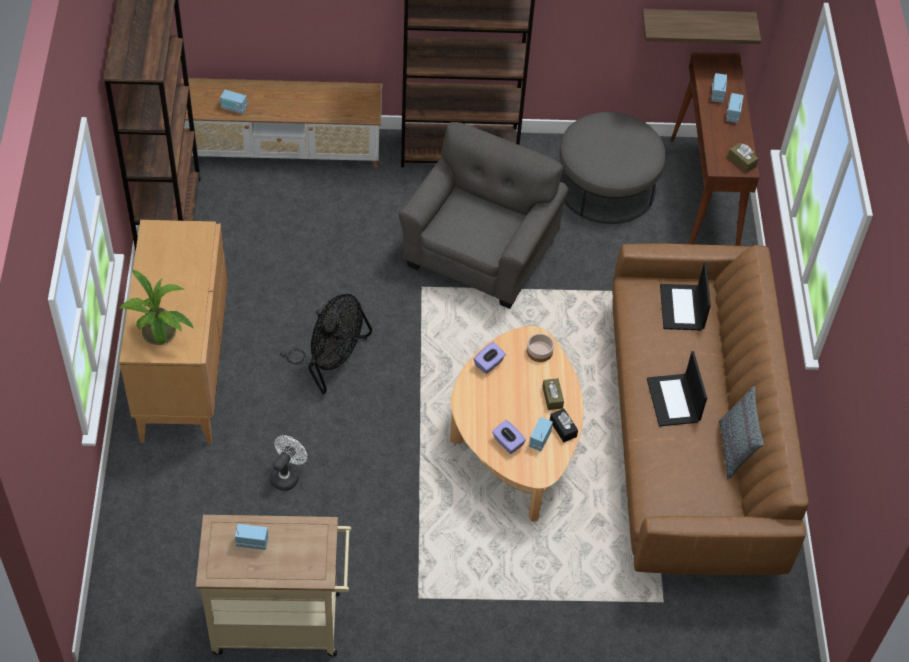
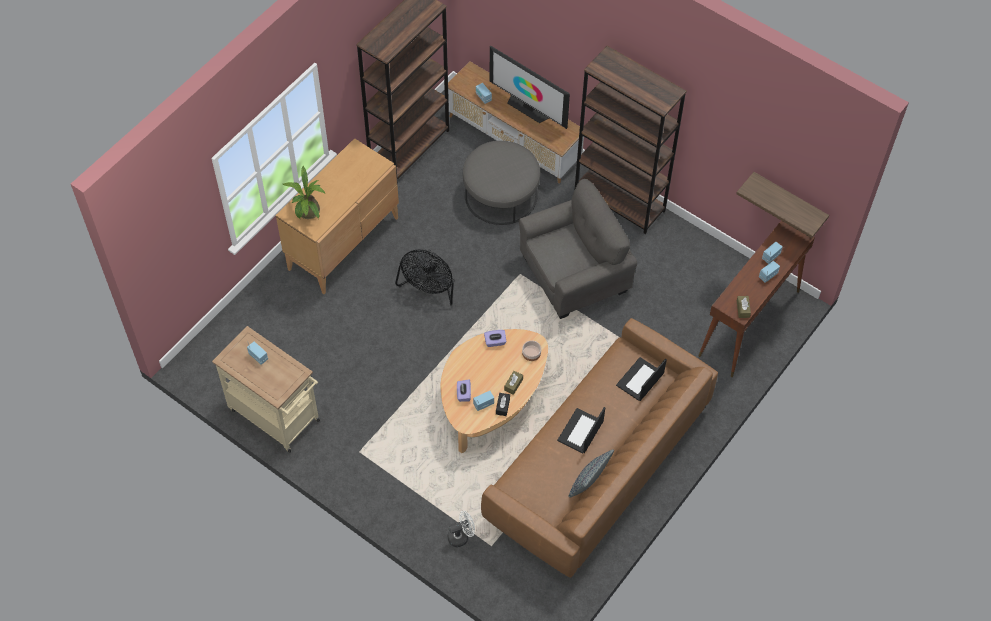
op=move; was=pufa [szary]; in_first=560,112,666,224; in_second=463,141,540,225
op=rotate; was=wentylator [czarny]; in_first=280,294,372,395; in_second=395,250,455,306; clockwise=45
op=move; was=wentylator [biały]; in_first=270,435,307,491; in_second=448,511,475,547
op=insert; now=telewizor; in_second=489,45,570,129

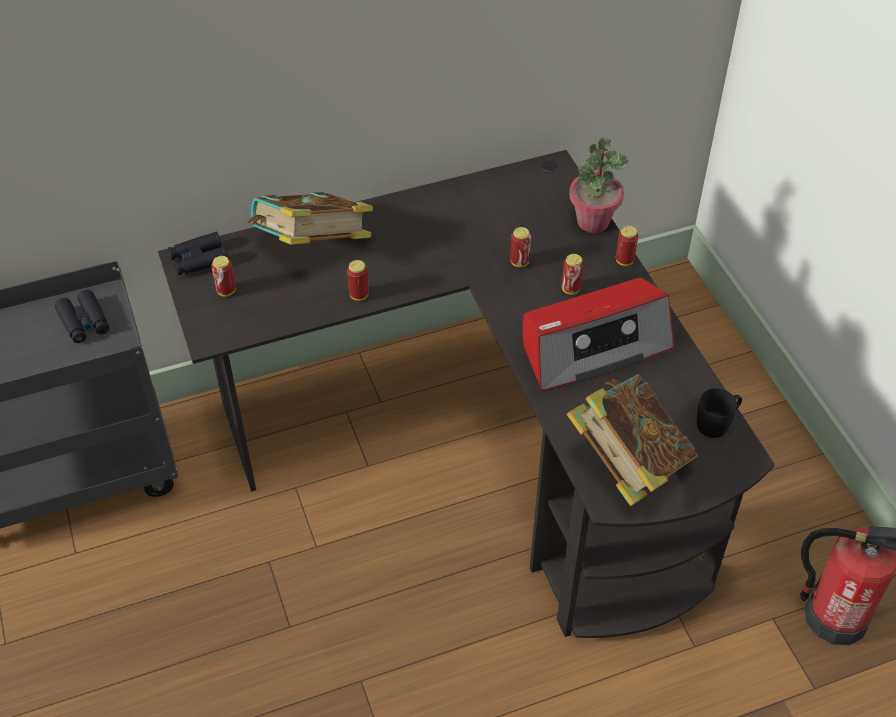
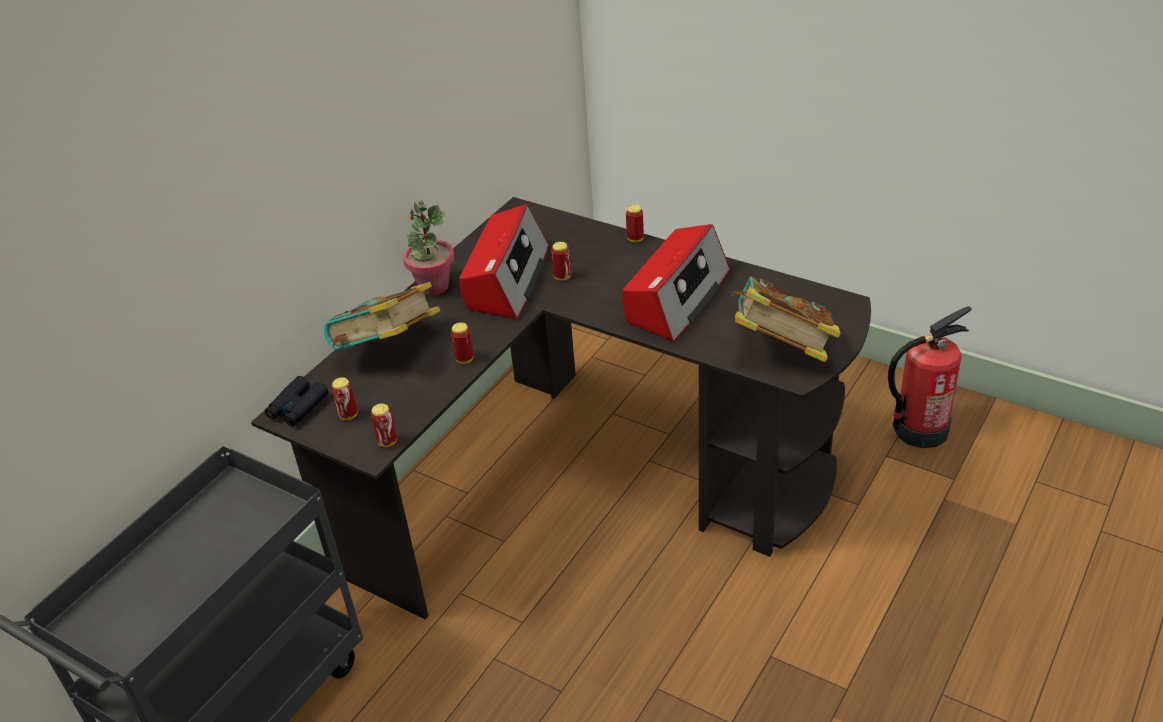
op=move; was=roślina doniczkowa; in_first=569,138,629,233; in_second=403,200,454,295
op=move; was=puszka; in_first=562,254,584,294; in_second=371,404,397,447
op=delete; was=lornetka [czarny]; in_first=55,290,109,343
op=delete; was=kubek [czarny]; in_first=697,388,742,438
op=insert; now=radio; in_second=459,204,549,319

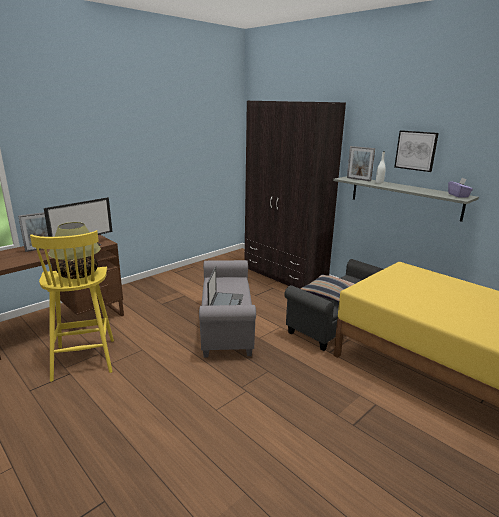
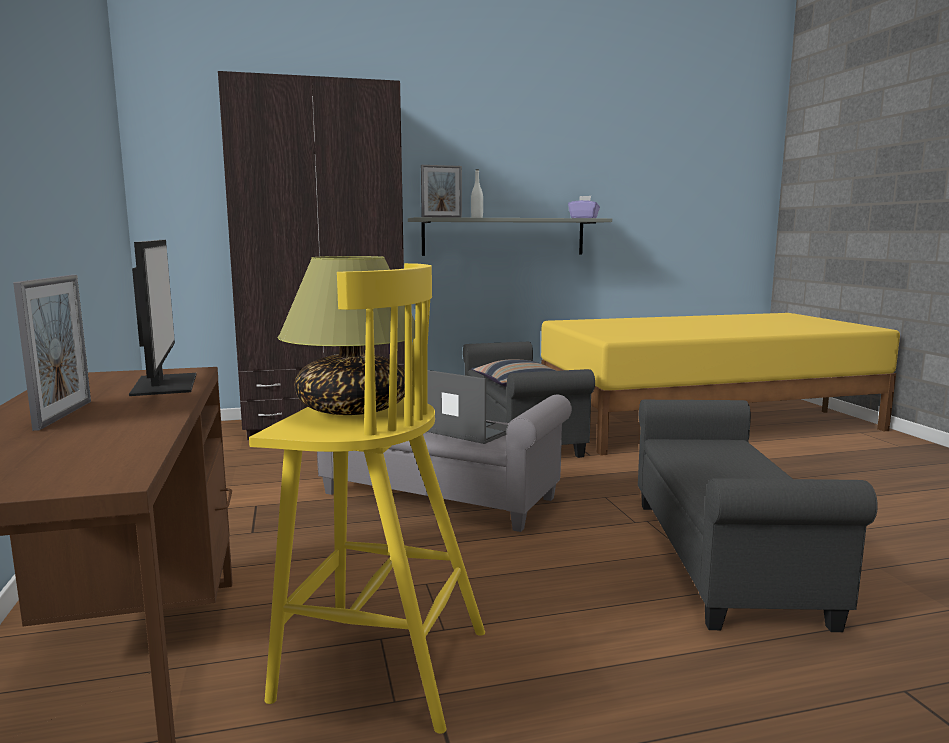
op=delete; was=obraz; in_first=394,130,439,172
op=insert; now=pufa [szary]; in_second=638,400,878,632

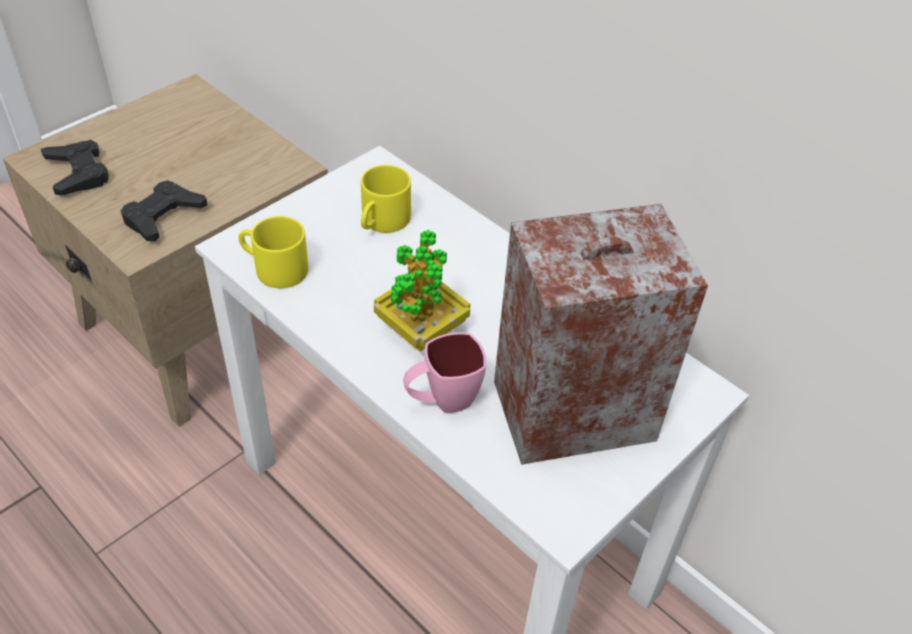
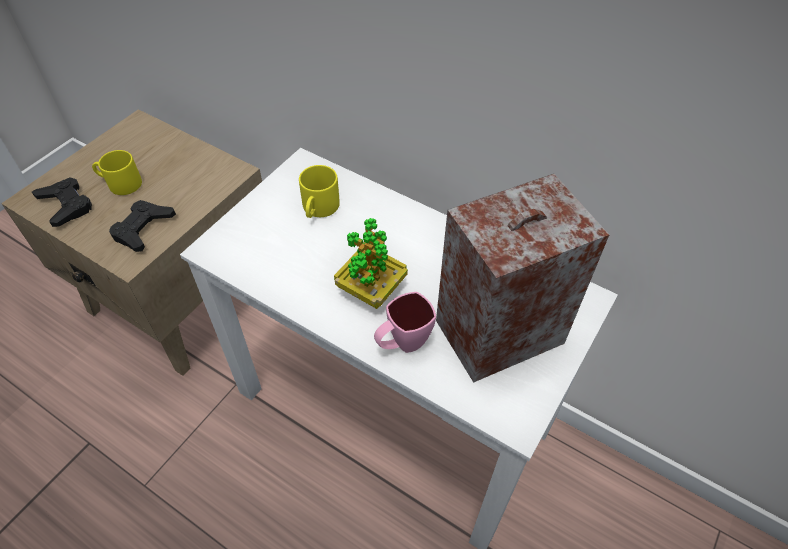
op=move; was=kubek [żółty]; in_first=238,216,309,288; in_second=92,150,142,195

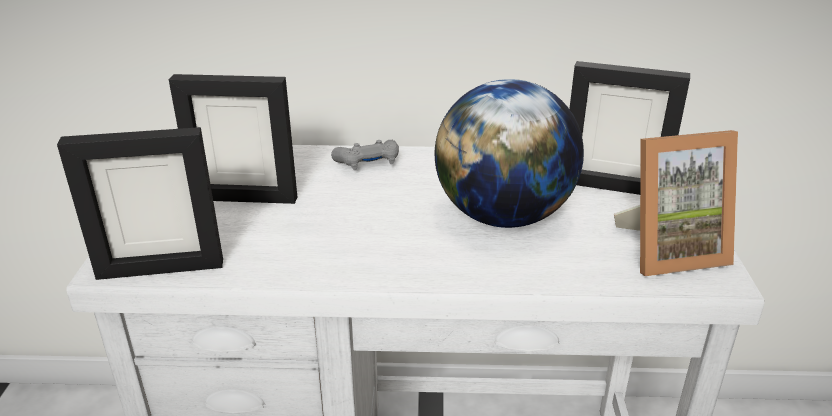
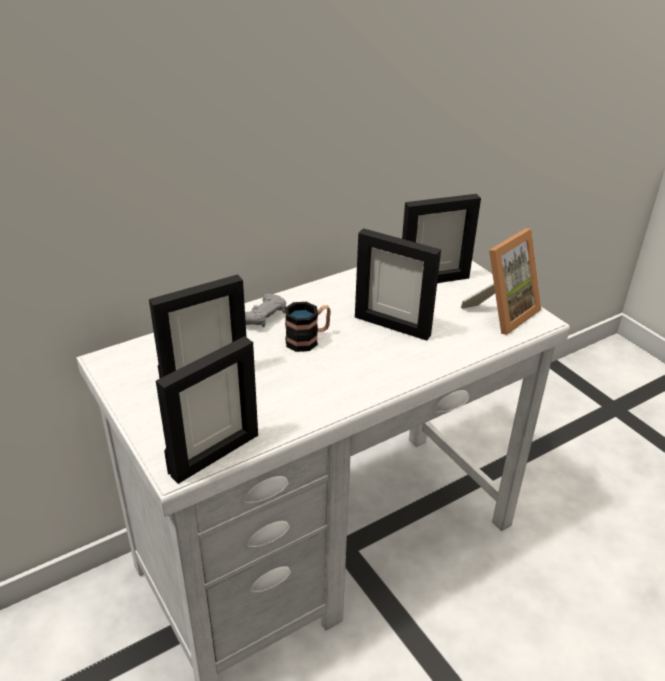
op=replace; was=globus; now=ramka na zdjęcie; in_first=434,79,584,228; in_second=355,228,441,341
op=insert; now=kubek; in_second=285,302,331,352

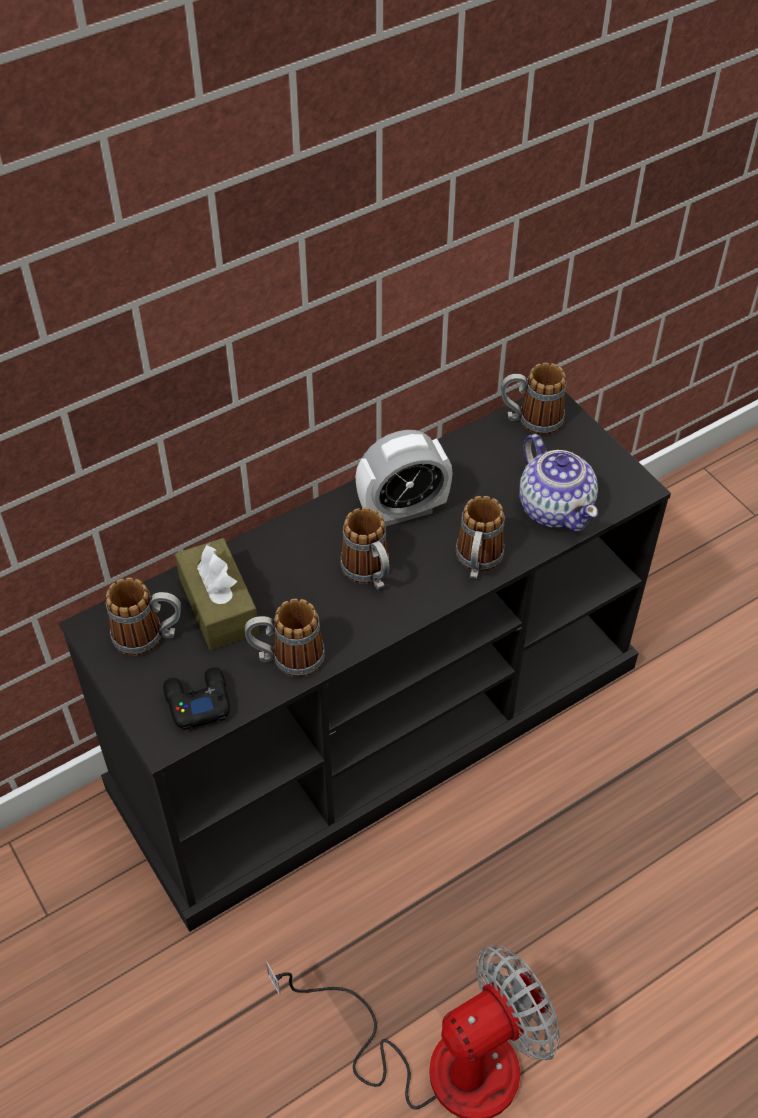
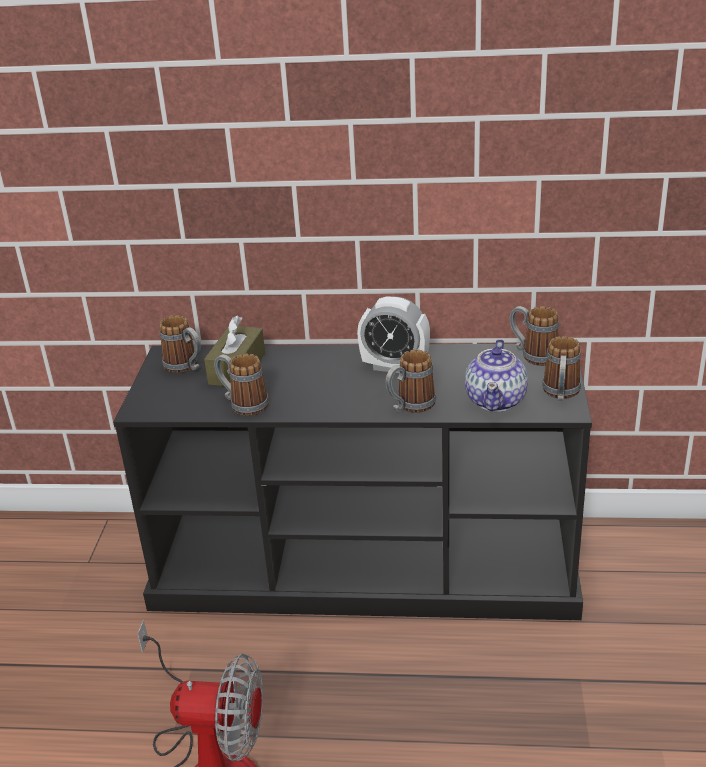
op=move; was=kubek; in_first=340,507,390,589; in_second=542,336,581,401
op=delete; was=pad do gier [czarny]; in_first=163,667,230,730

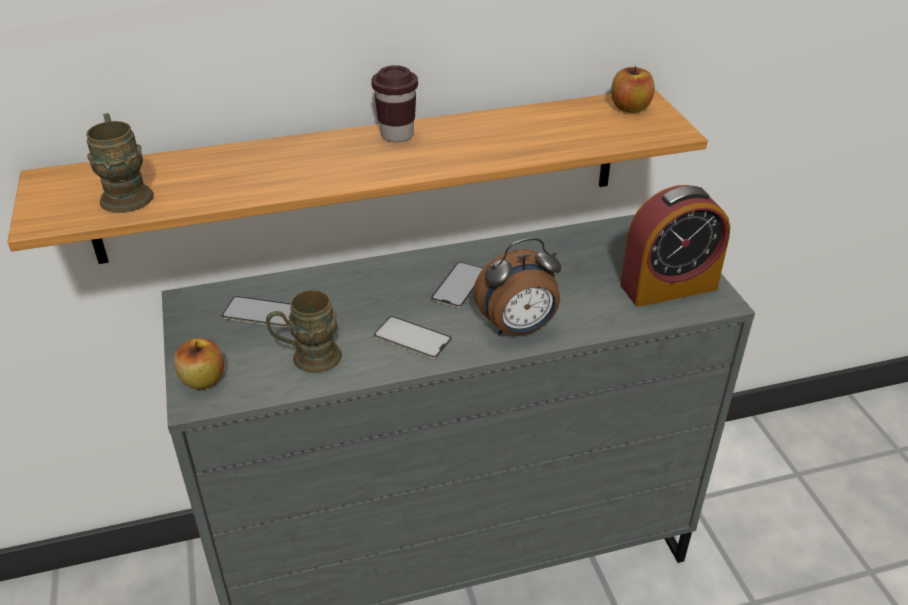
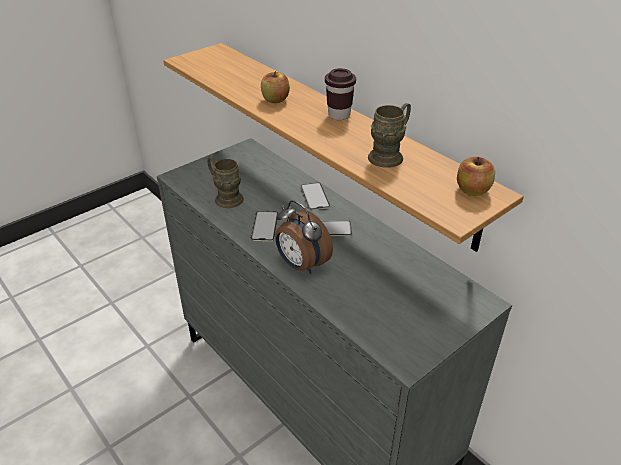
op=move; was=kubek [brązowy]; in_first=86,113,154,213; in_second=368,103,411,168
op=delete; was=budzik; in_first=620,185,730,307
op=move; was=telefon; in_first=222,296,291,328; in_second=300,183,330,210
op=move; was=jabłko; in_first=174,338,224,389; in_second=261,71,290,103

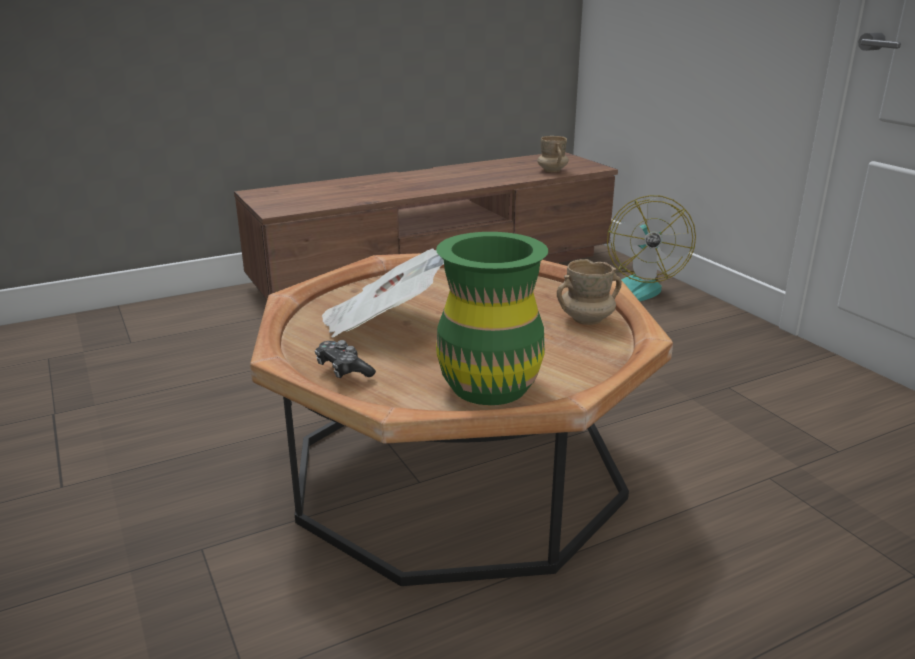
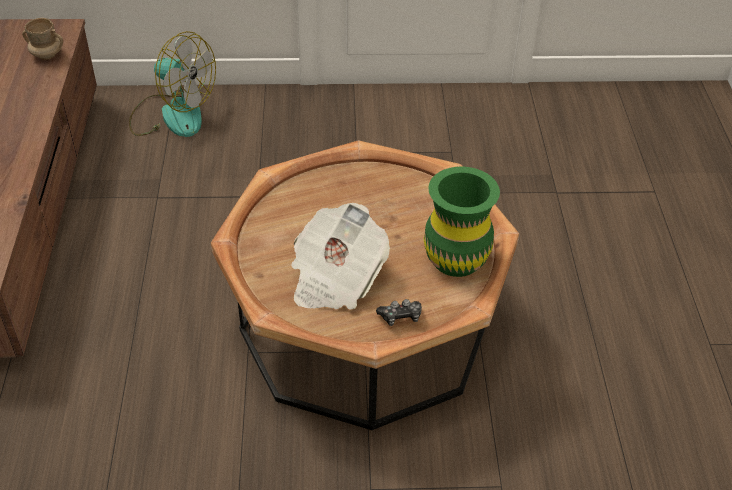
op=delete; was=kubek [beżowy]; in_first=557,259,622,325

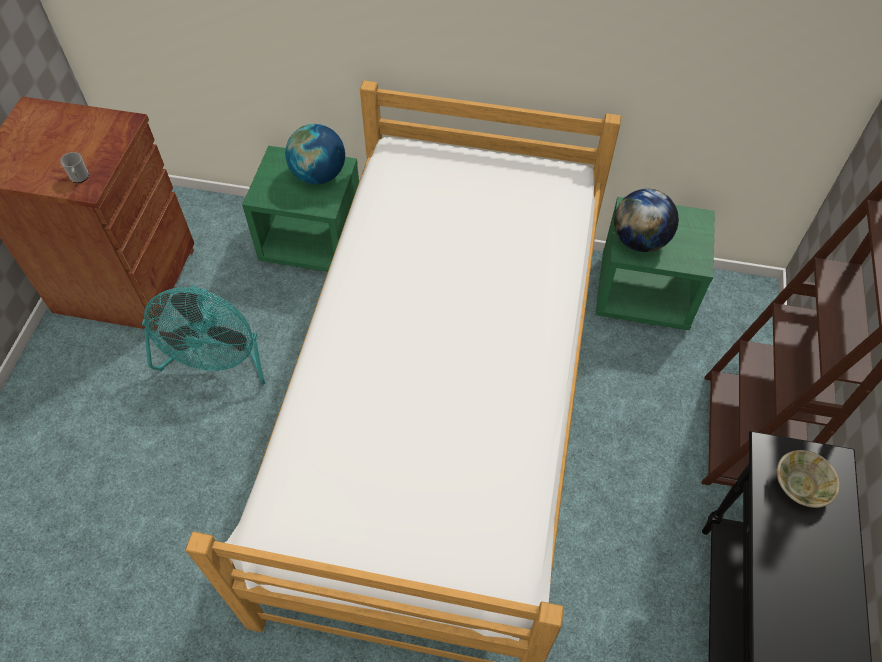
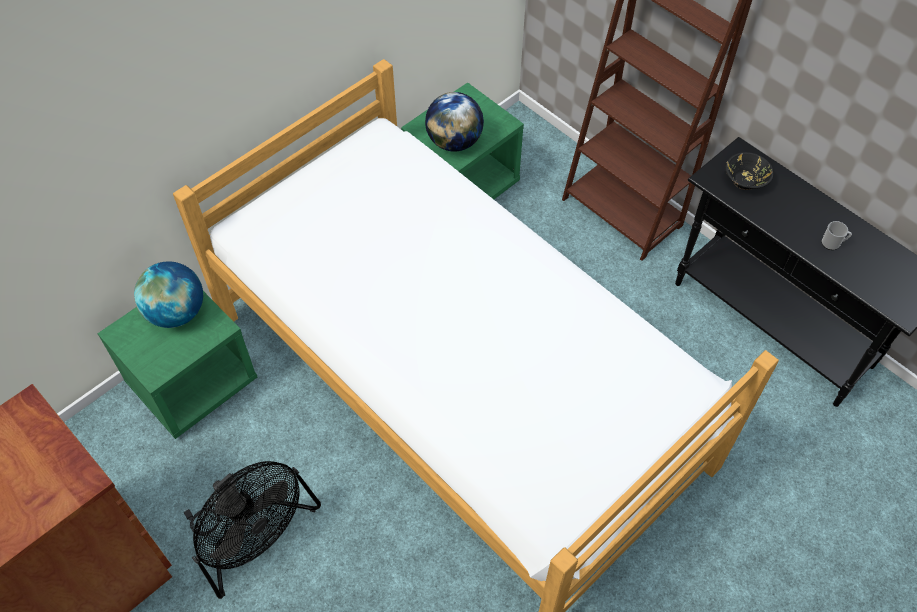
op=move; was=kubek; in_first=60,152,89,183; in_second=822,221,852,250
op=recolor; was=wentylator [turkusowy]; now=wentylator [czarny]; in_first=142,286,266,385; in_second=184,461,321,599
op=recolor; was=miska [beżowy]; now=miska [czarny]; in_first=777,450,840,508; in_second=725,152,774,190

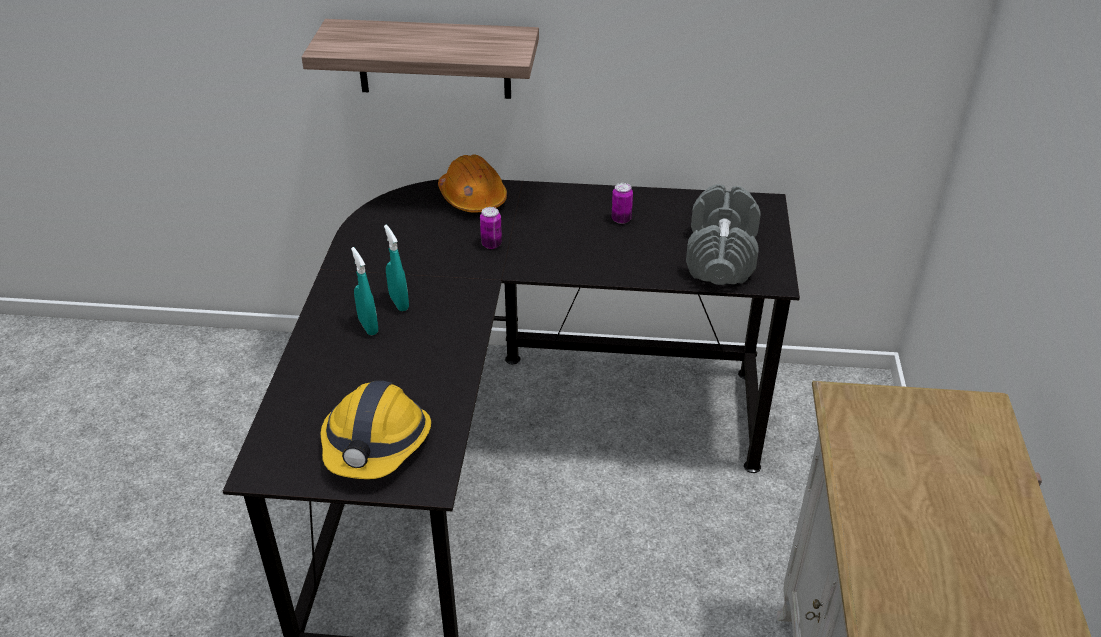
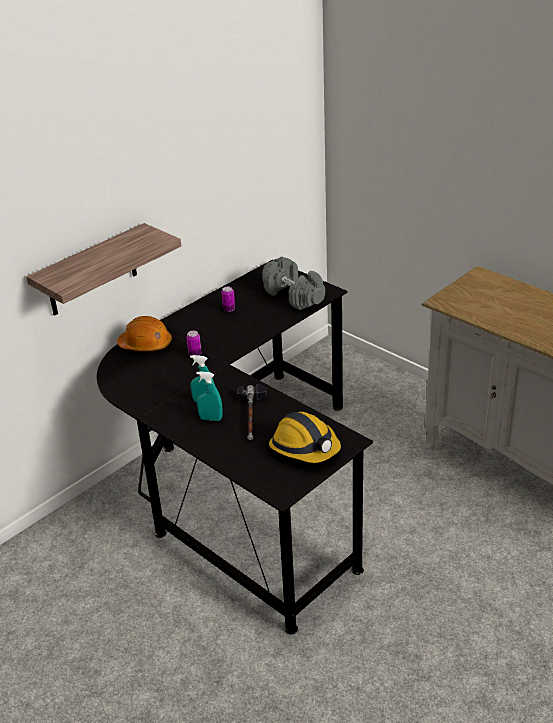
op=insert; now=młotek; in_second=237,384,267,440

